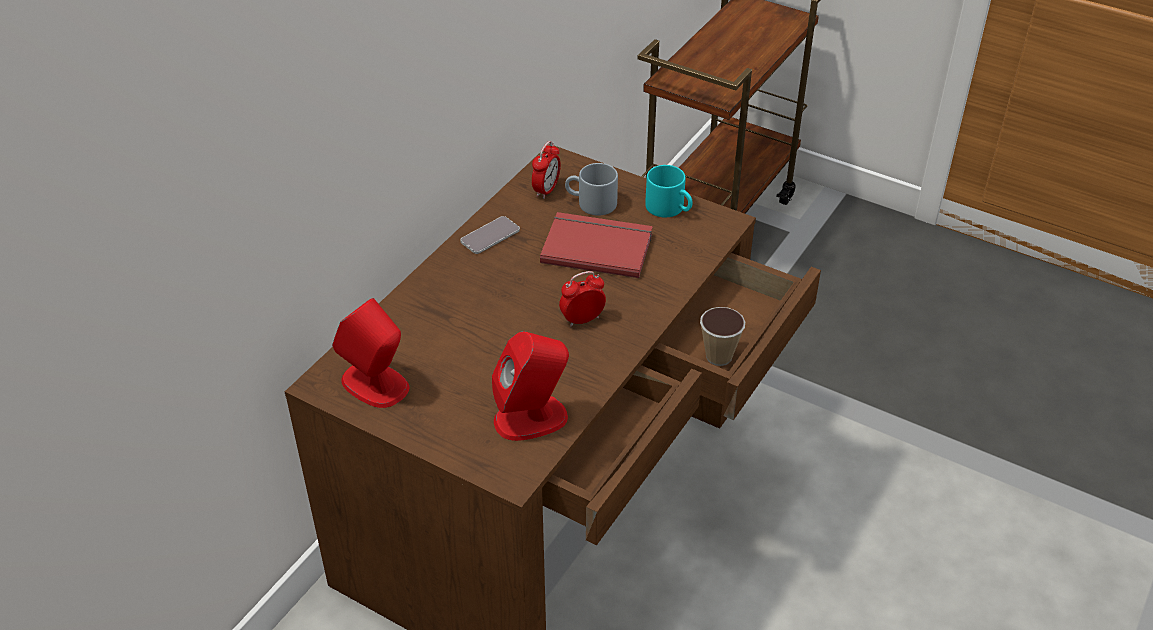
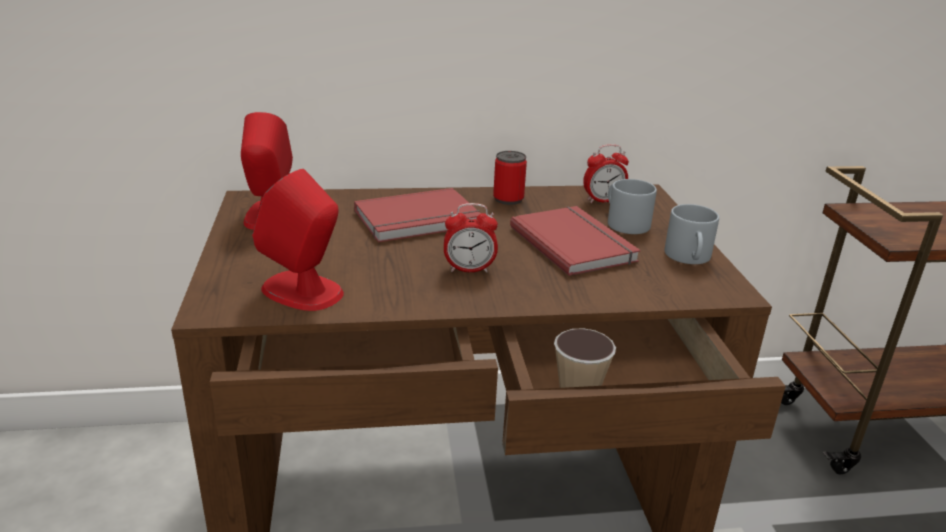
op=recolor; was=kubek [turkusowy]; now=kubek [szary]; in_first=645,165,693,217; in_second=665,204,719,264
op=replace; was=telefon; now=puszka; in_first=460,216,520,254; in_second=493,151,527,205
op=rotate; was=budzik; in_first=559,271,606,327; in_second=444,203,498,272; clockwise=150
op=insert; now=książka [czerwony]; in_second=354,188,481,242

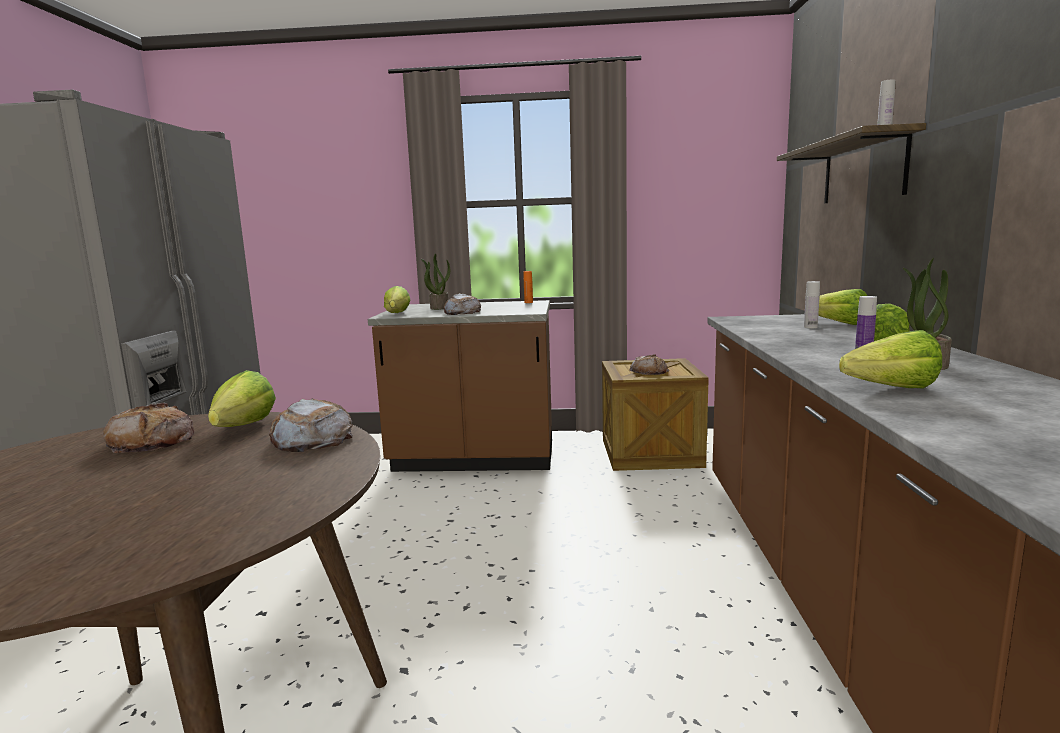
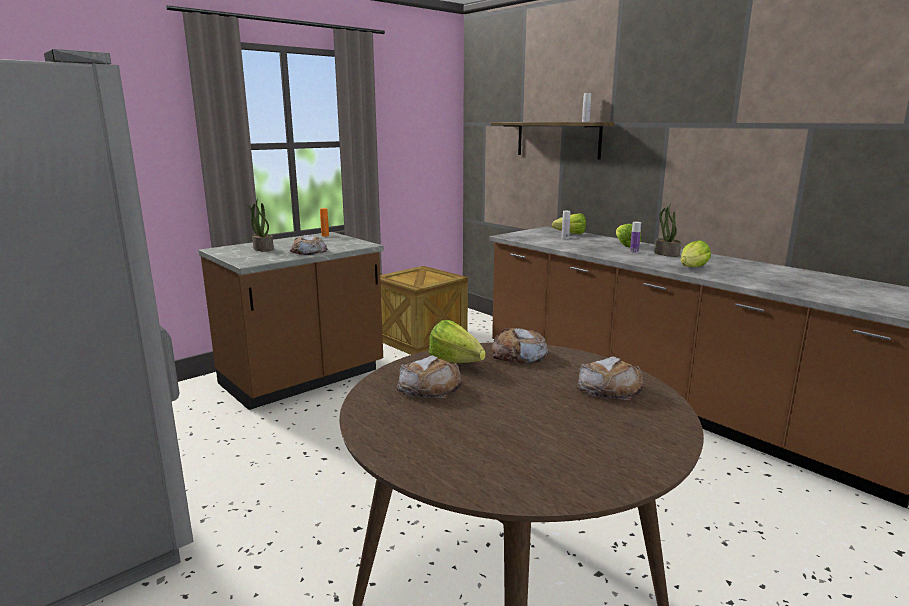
op=delete; was=sałata; in_first=384,286,411,313
op=move; was=chleb; in_first=629,354,669,375; in_second=577,357,645,400

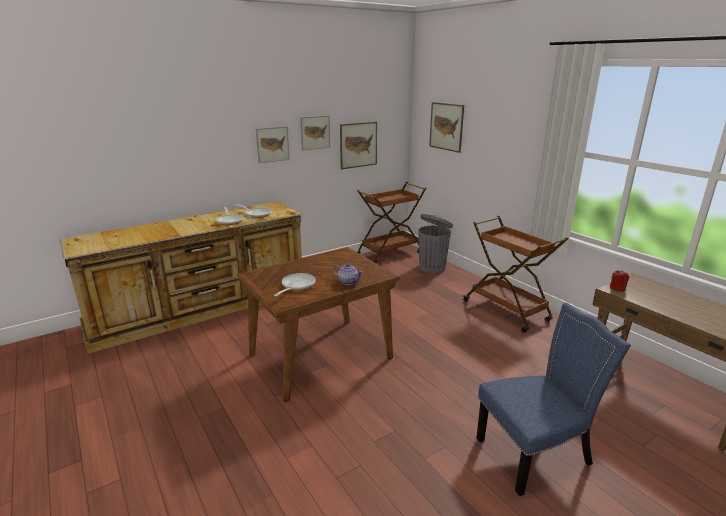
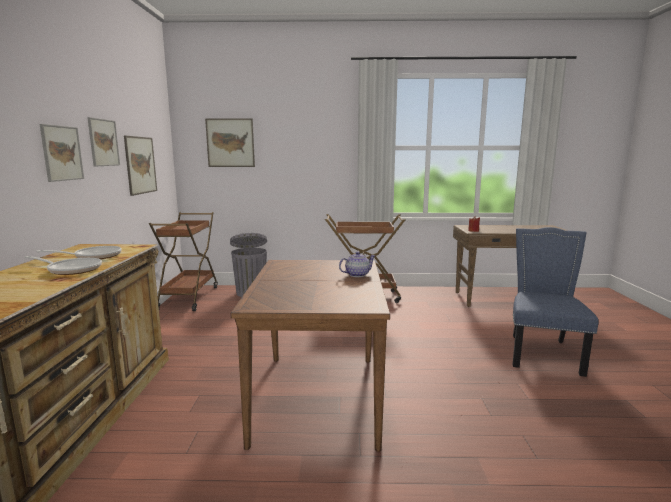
op=delete; was=patelnia; in_first=274,273,316,296

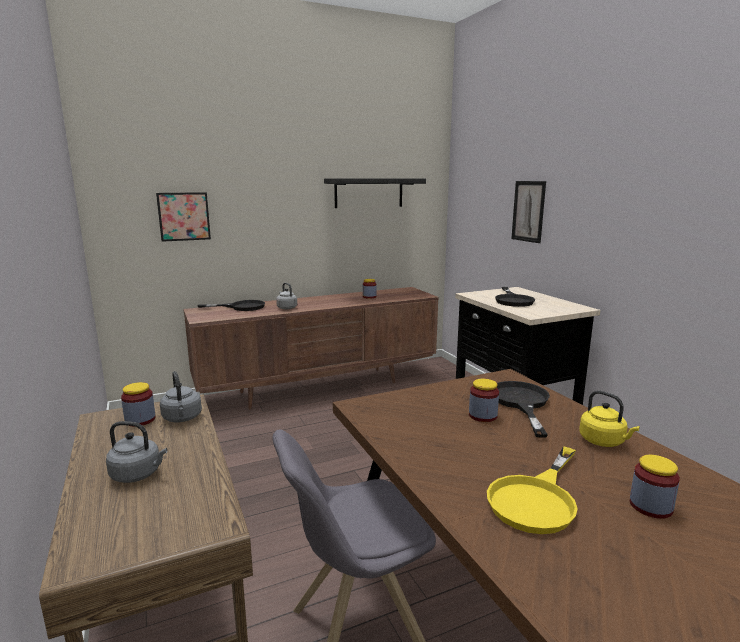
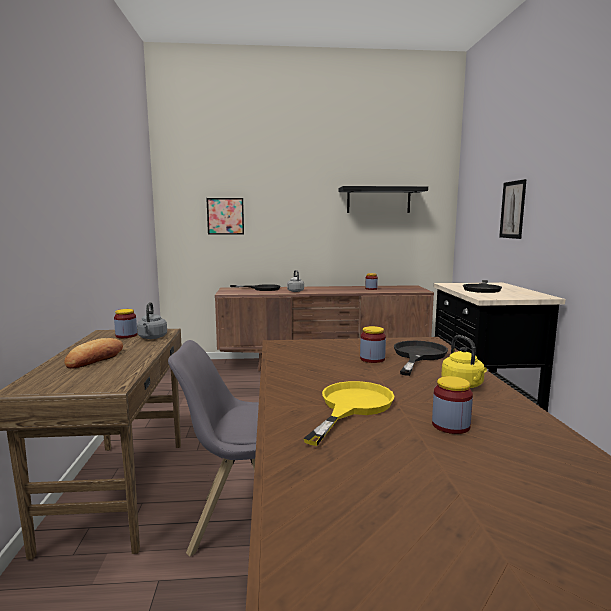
op=replace; was=czajnik [szary]; now=chleb; in_first=106,421,168,483; in_second=64,338,123,369
op=rotate; was=patelnia [żółty]; in_first=487,446,578,534; in_second=303,381,395,446; clockwise=150

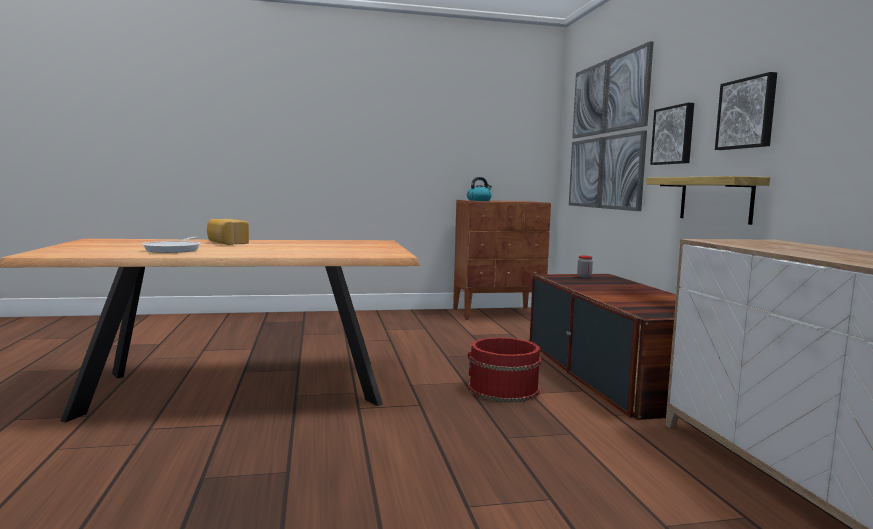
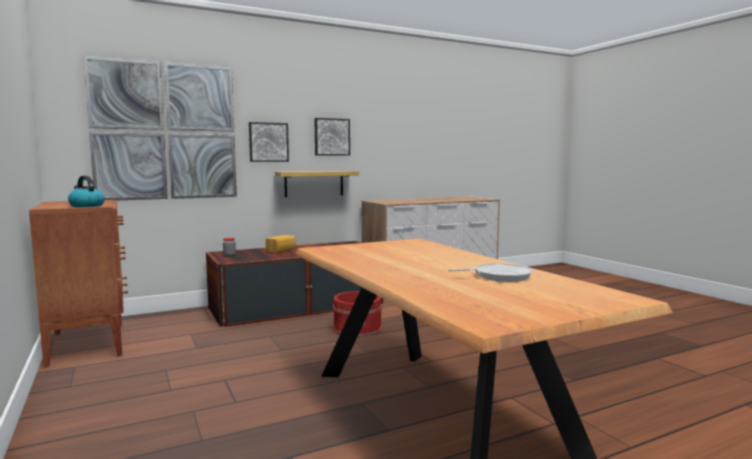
op=move; was=chleb; in_first=207,219,249,245; in_second=266,235,296,253

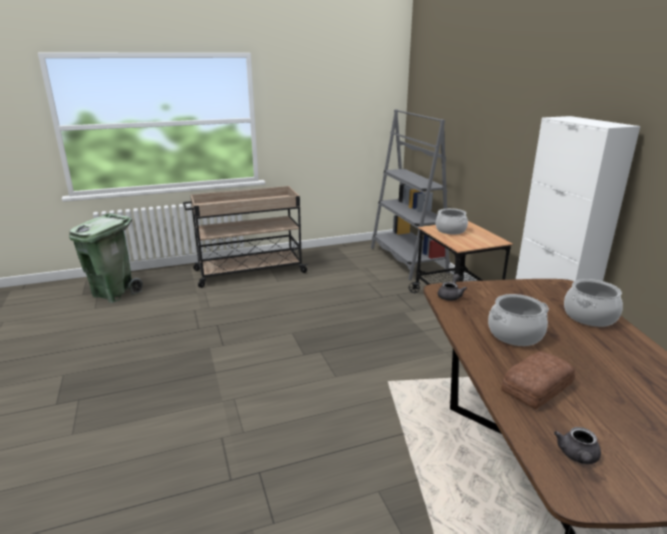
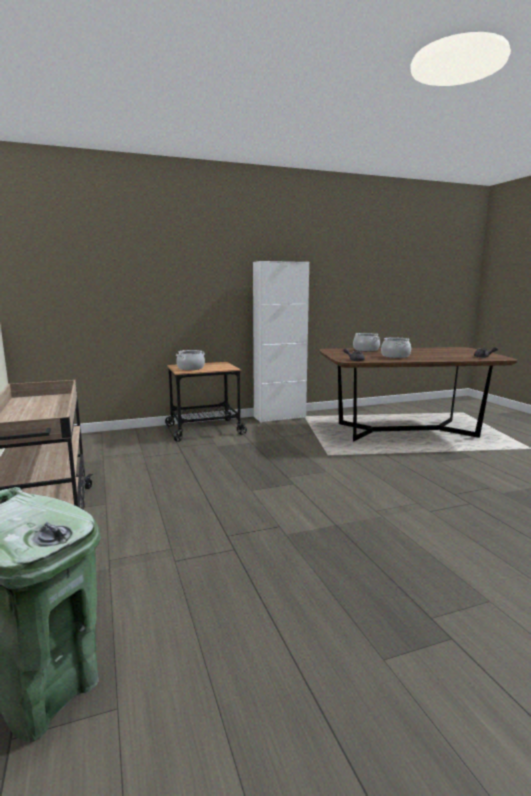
op=delete; was=regał [szary]; in_first=371,109,450,280
op=delete; was=chleb; in_first=501,351,575,409

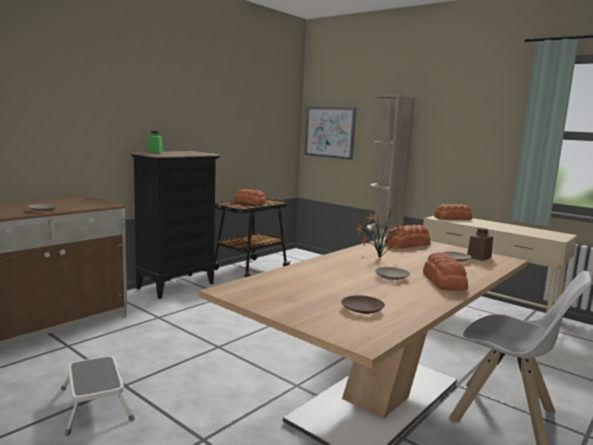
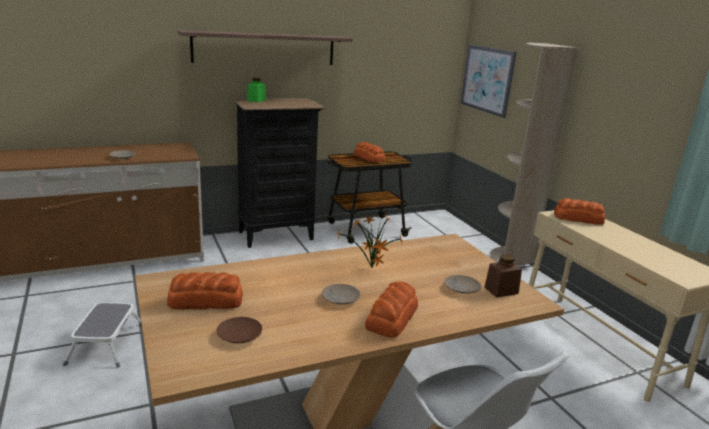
op=move; was=chleb; in_first=385,225,430,249; in_second=167,272,243,310
op=insert; now=półka; in_second=177,30,353,65

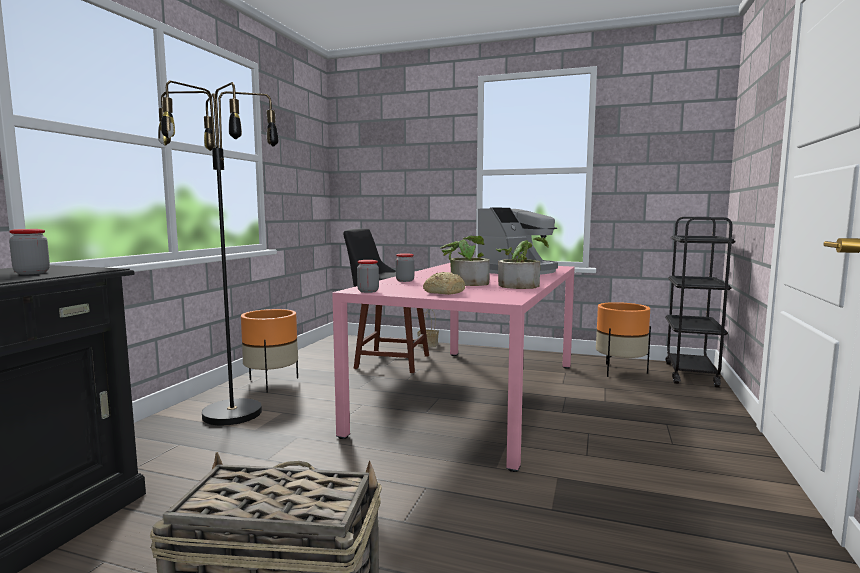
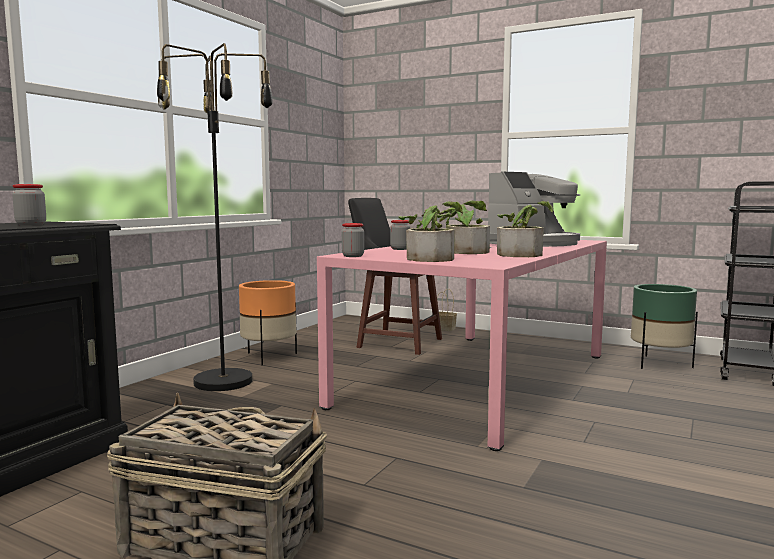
op=replace; was=chleb; now=roślina doniczkowa; in_first=423,272,465,295; in_second=398,201,463,262
op=recolor; was=donica [pomarańczowy]; now=donica [zielony]; in_first=596,302,651,377; in_second=631,284,698,369

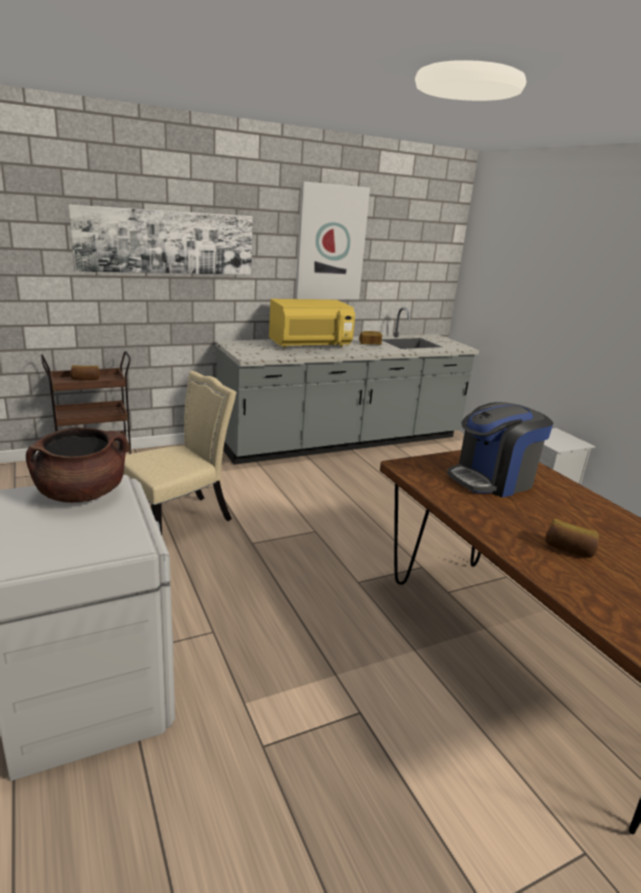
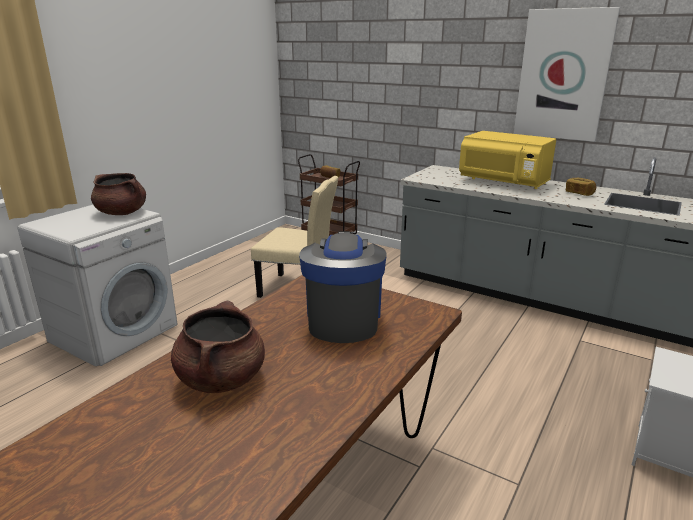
op=delete; was=obraz; in_first=68,204,253,275
op=rotate; was=ekspres do kawy; in_first=447,402,553,497; in_second=299,231,386,343; clockwise=60
op=replace; was=chleb; now=garnek [brązowy]; in_first=545,519,599,558; in_second=171,300,265,393

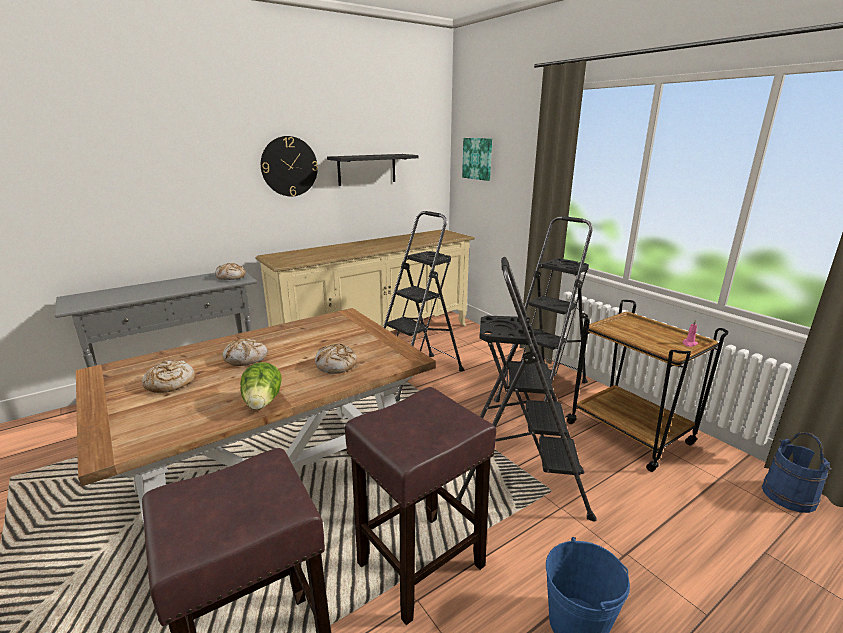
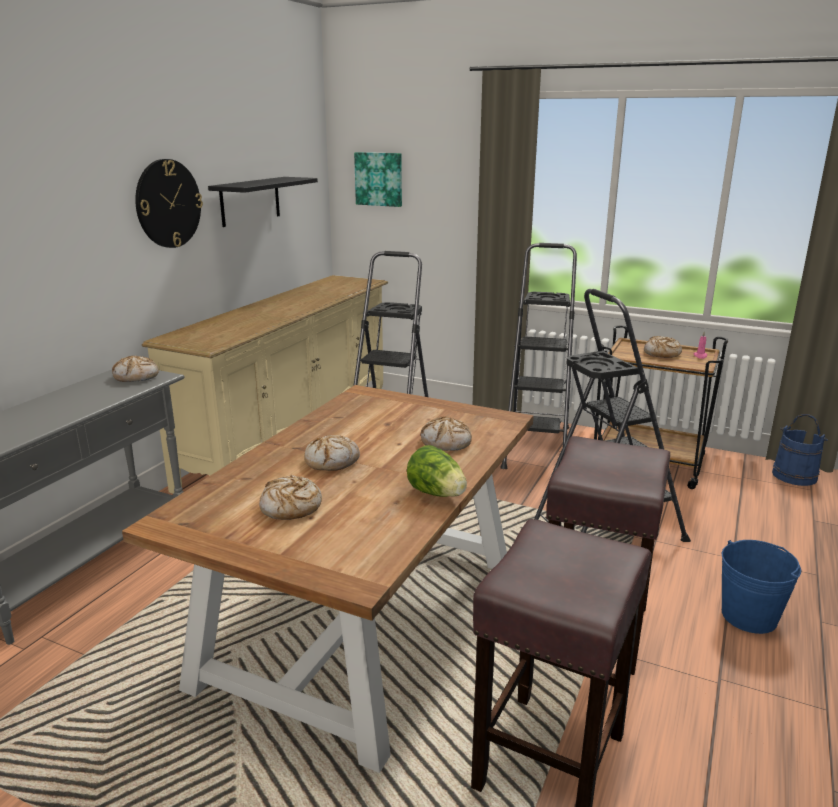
op=insert; now=chleb; in_second=644,336,682,358

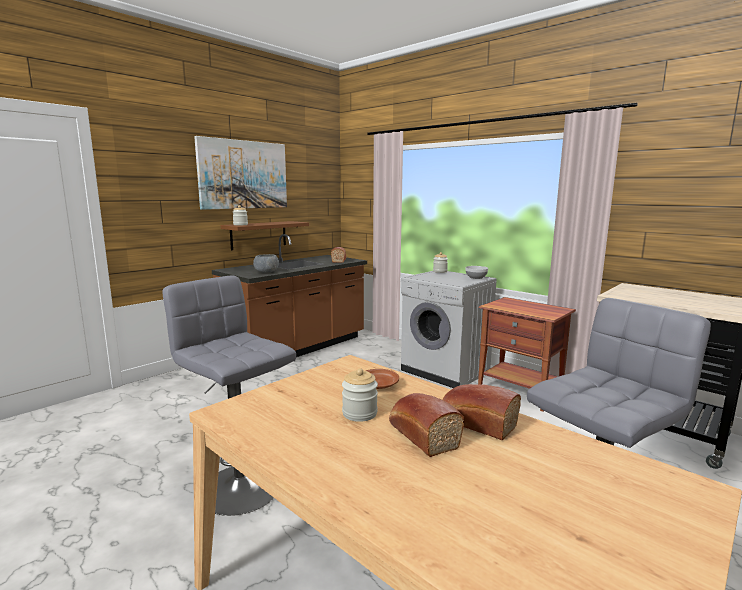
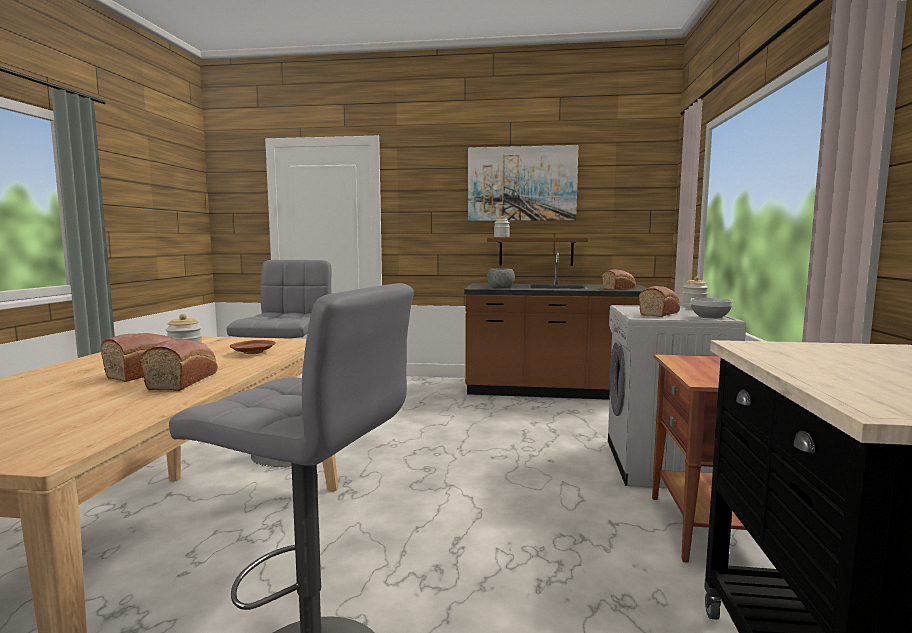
op=insert; now=chleb; in_second=639,286,680,317

